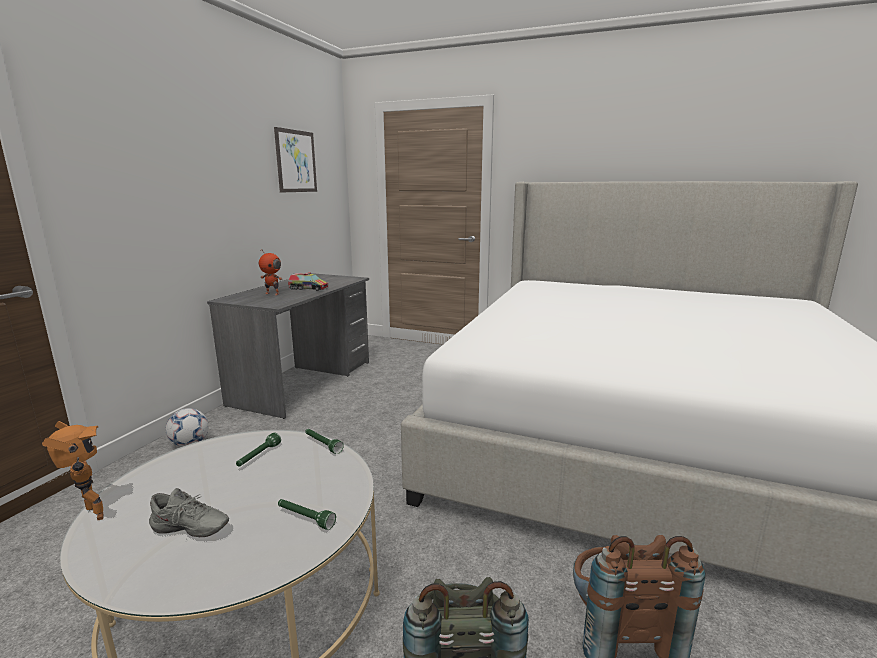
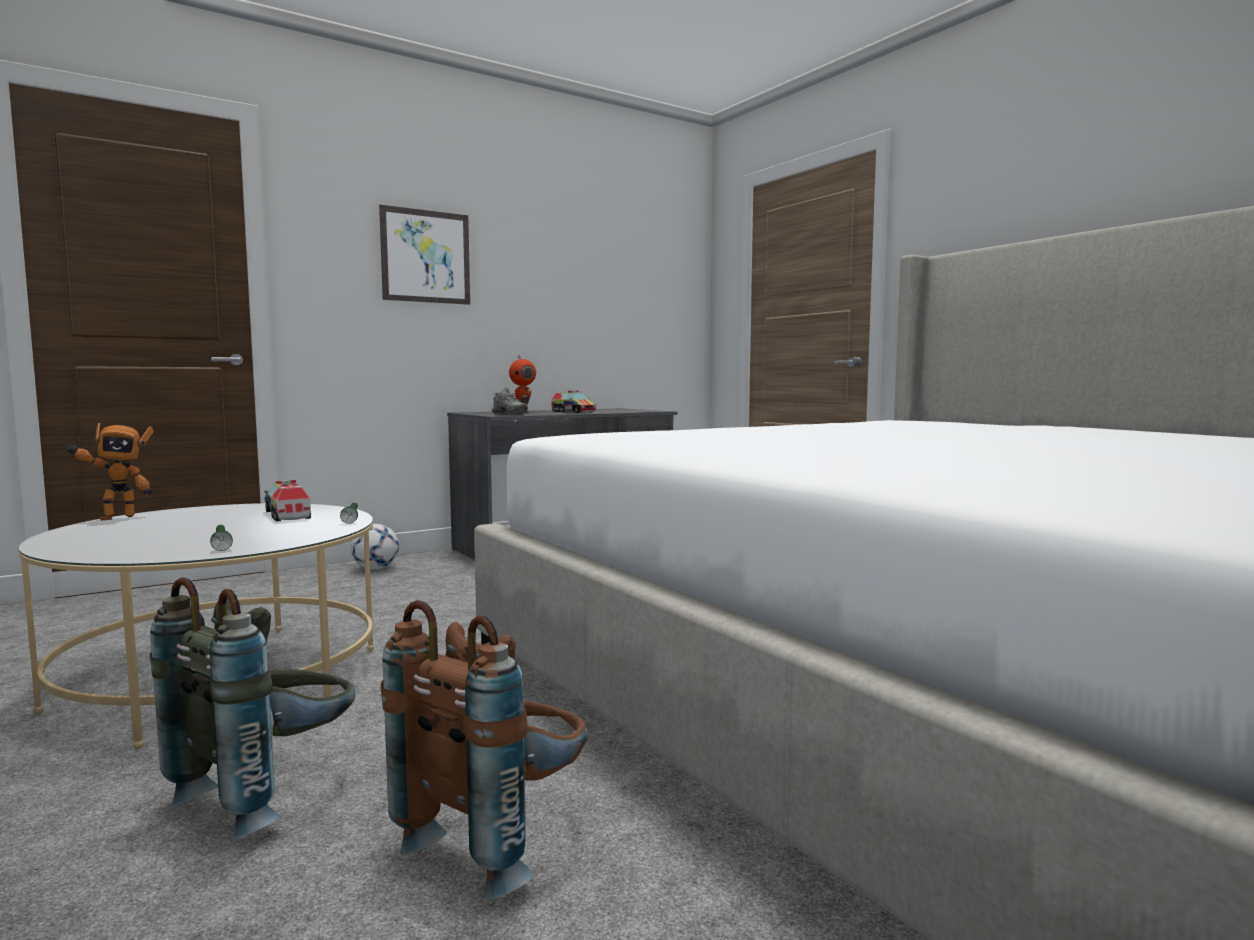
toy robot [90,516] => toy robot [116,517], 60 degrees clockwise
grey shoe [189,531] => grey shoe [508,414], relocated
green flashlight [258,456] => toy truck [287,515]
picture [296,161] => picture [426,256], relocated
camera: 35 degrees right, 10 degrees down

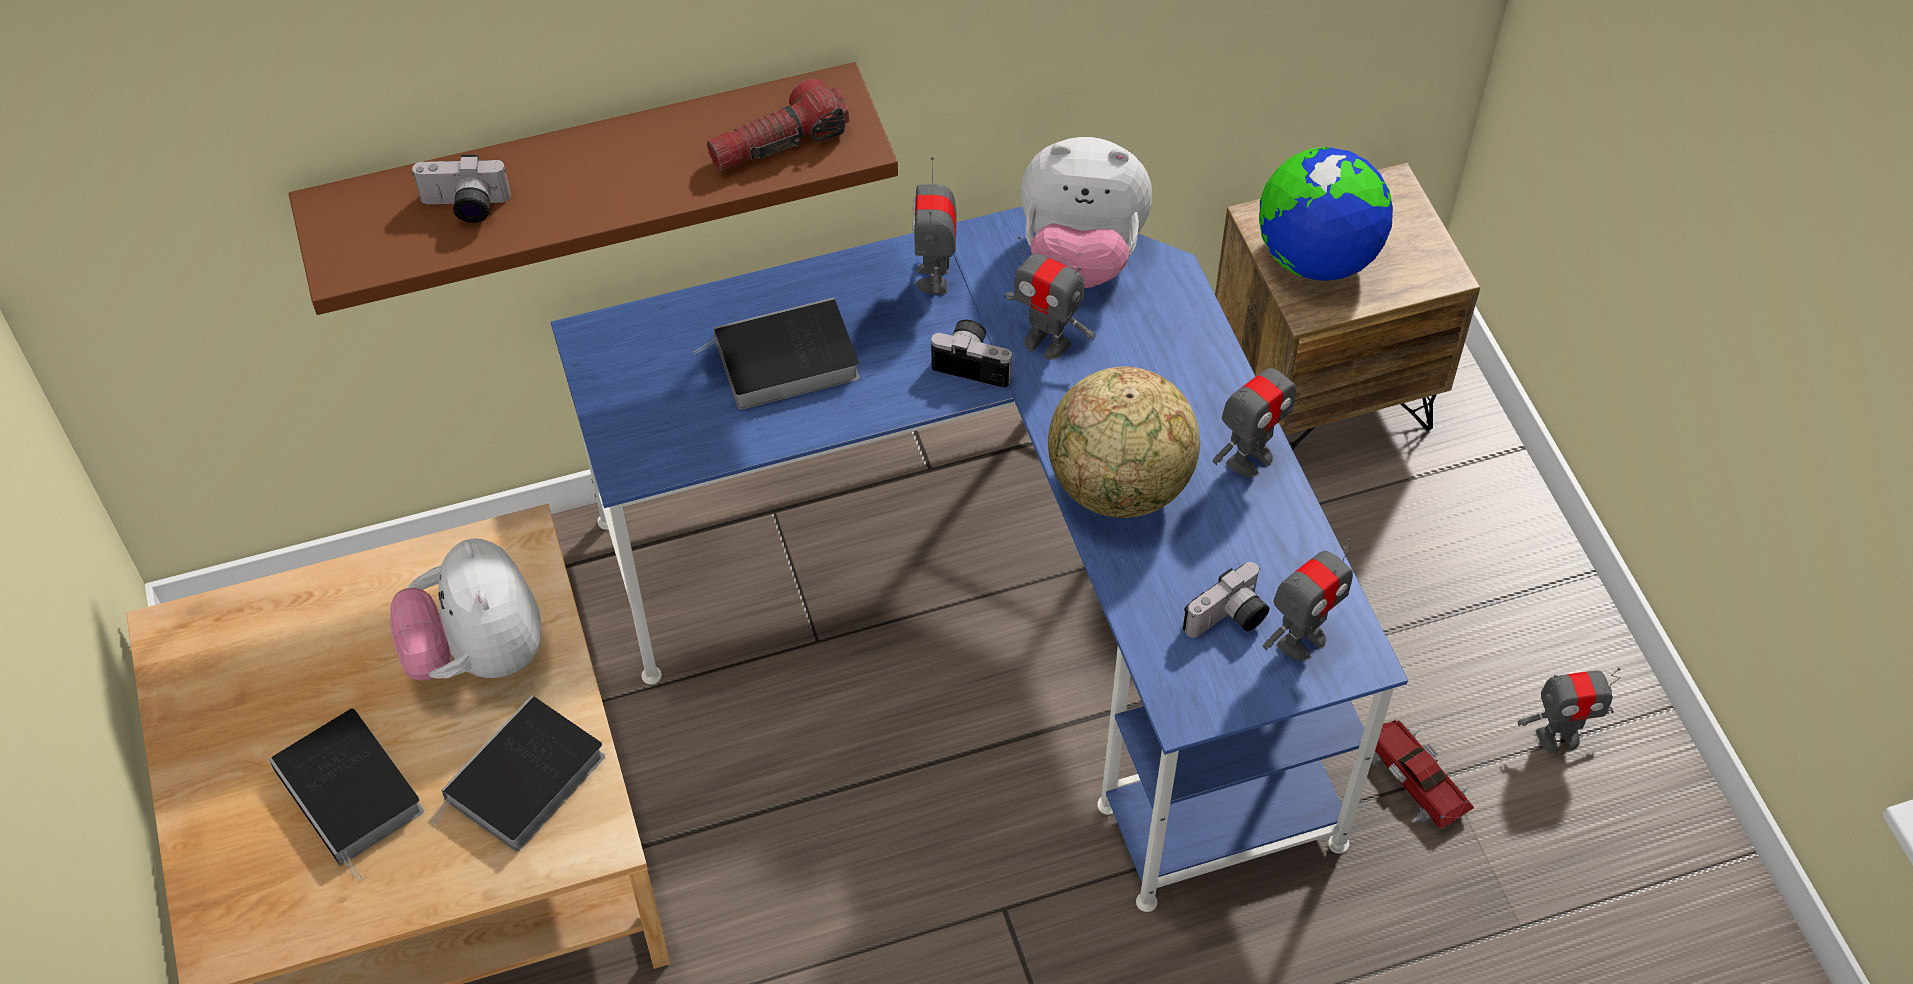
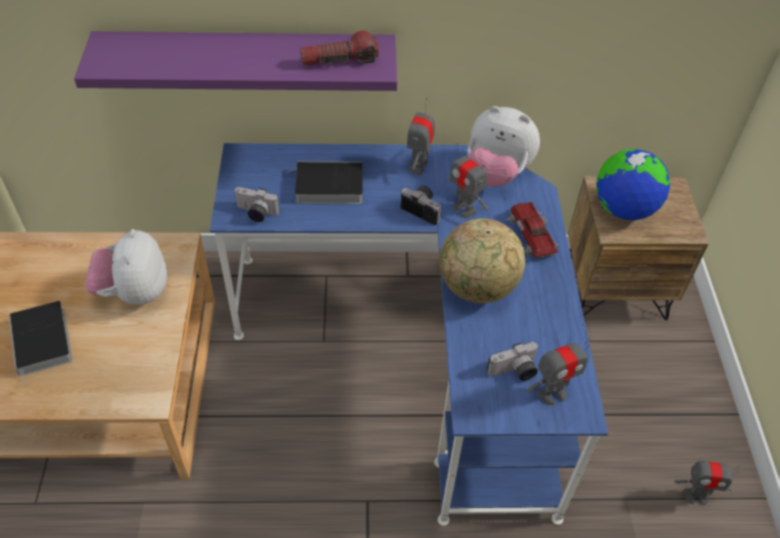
brown shelf [586,166] => purple shelf [247,59]
photo camera [464,207] => photo camera [255,213], relocated
book [523,782] => nothing
toy robot [1249,458] => nothing
toy car [1413,779] => toy car [530,235], relocated
camera: 15 degrees right, 5 degrees down

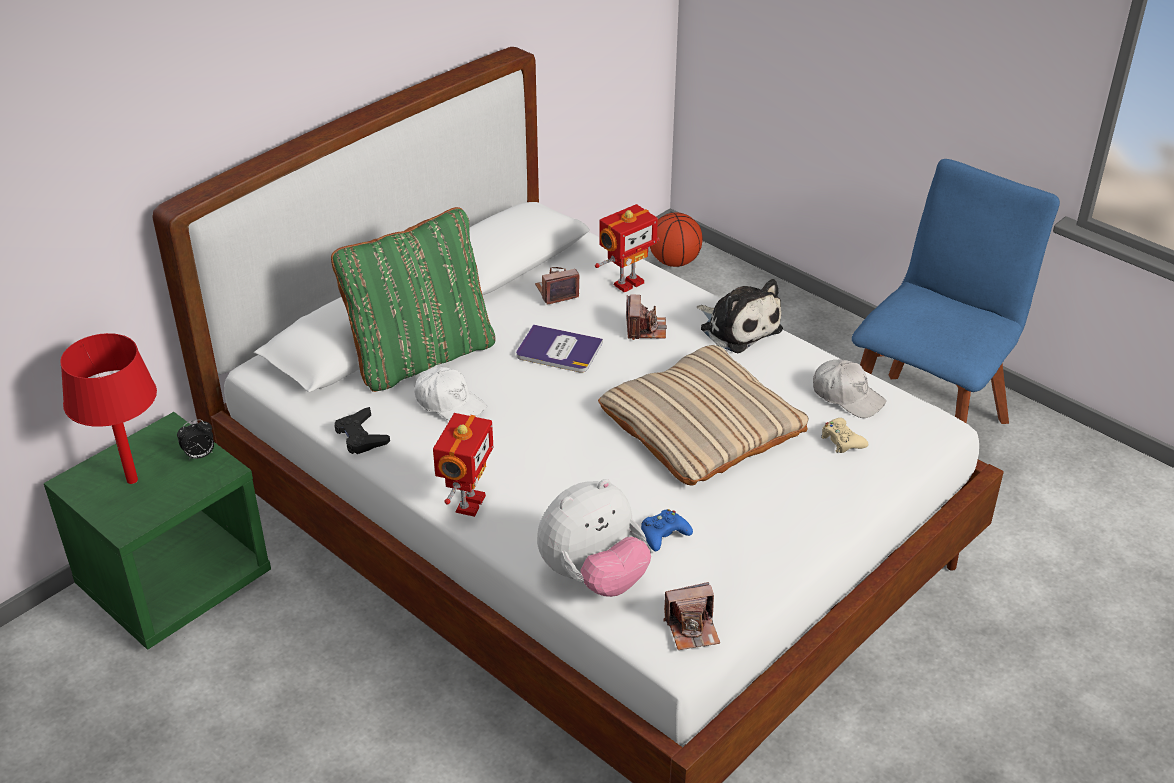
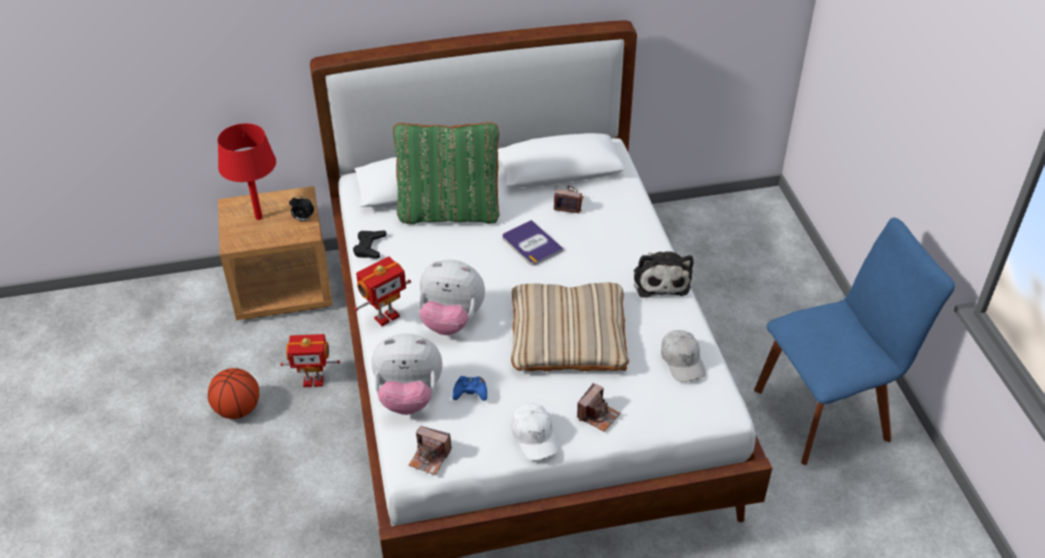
green nightstand [175,582] => brown nightstand [283,288]
white cap [450,404] => white cap [534,436], relocated
toy robot [627,283] => toy robot [313,381], relocated
photo camera [645,329] => photo camera [598,415], relocated
basketball [674,262] => basketball [238,410], relocated
beige game controller [842,441] => nothing
nothing => plush toy [451,321]
camera: 35 degrees right, 5 degrees up

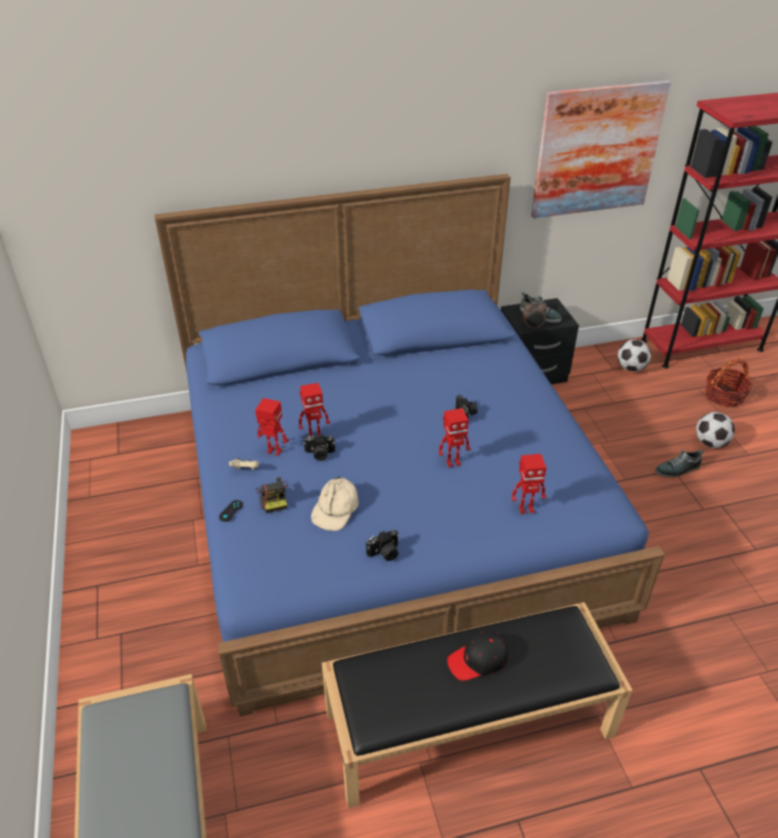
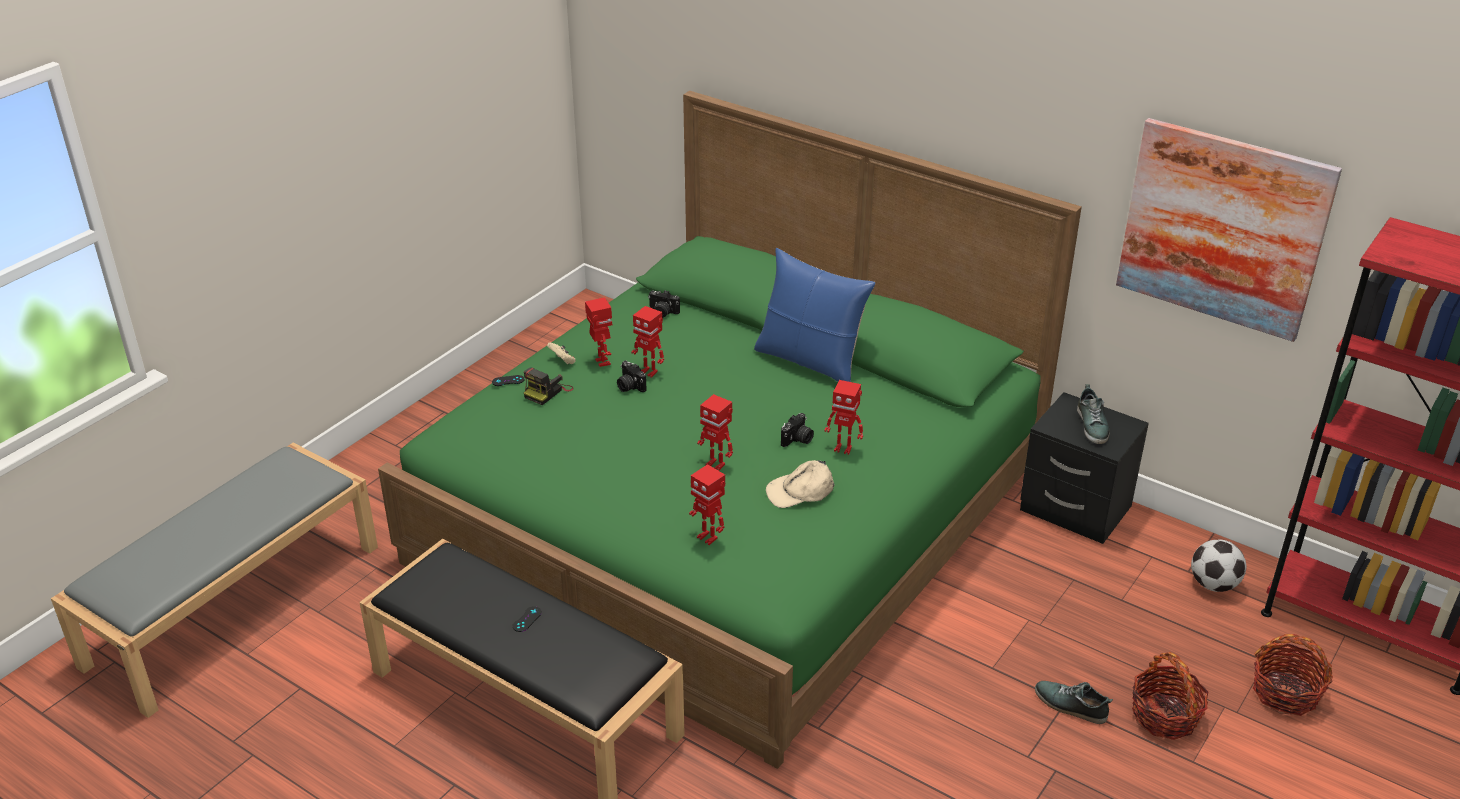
blue bed [388,502] => green bed [730,513]
beige cap [335,508] => beige cap [800,491], relocated
photo camera [384,553] => photo camera [662,312], relocated
black cap [478,660] => black game controller [527,619]
alarm clock [533,327] => nothing
football [710,443] => basket [1165,716]
nothing => blue pillow [810,361]
nothing => toy robot [843,448]
camera: 50 degrees right, 5 degrees down

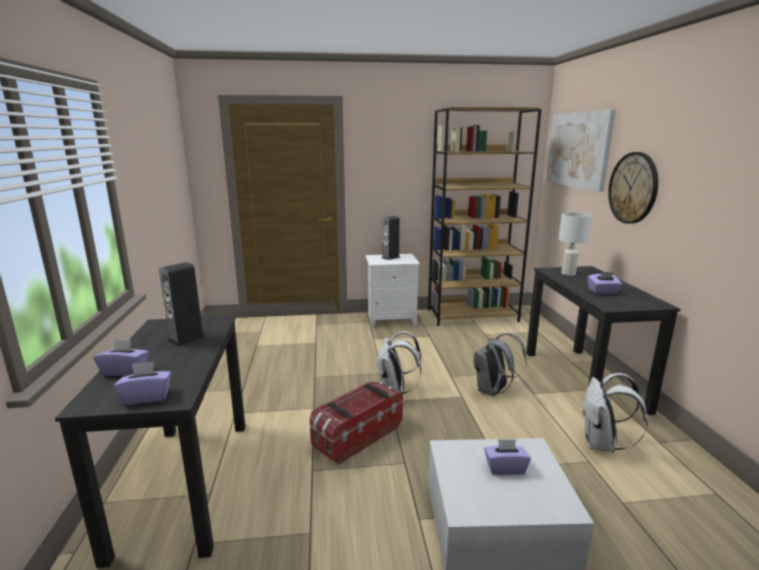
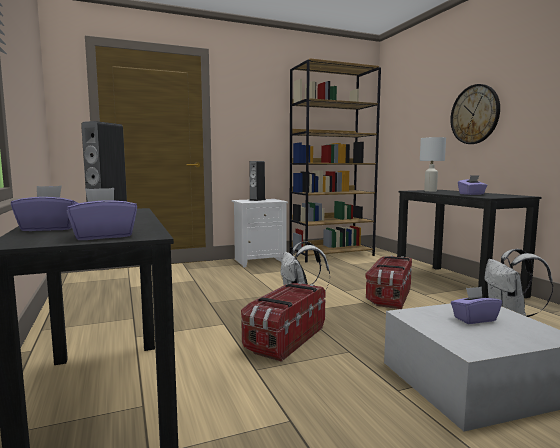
grey backpack [493,391] => storage box [389,296]
picture [578,149] => nothing
camera: 15 degrees left, 10 degrees down

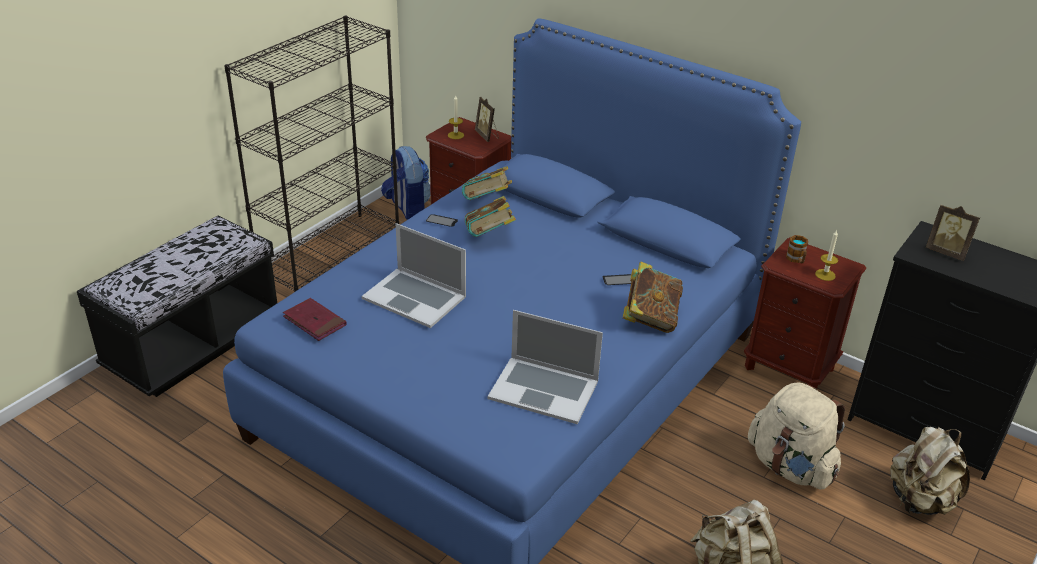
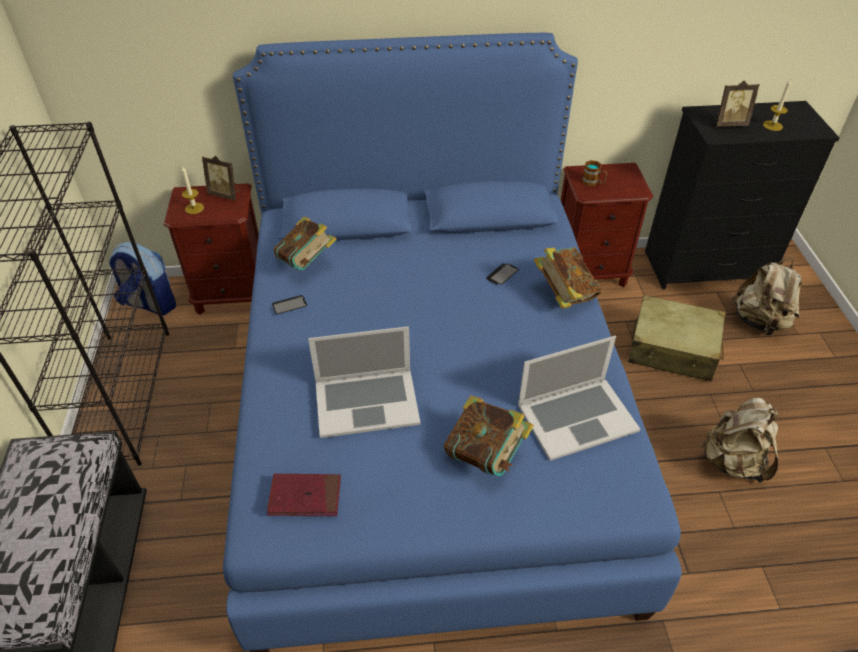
book [489,237] => book [486,454], relocated
beige backpack [790,466] => beige suitcase [673,349]
candle [825,275] => candle [772,125], relocated
camera: 40 degrees left, 10 degrees up

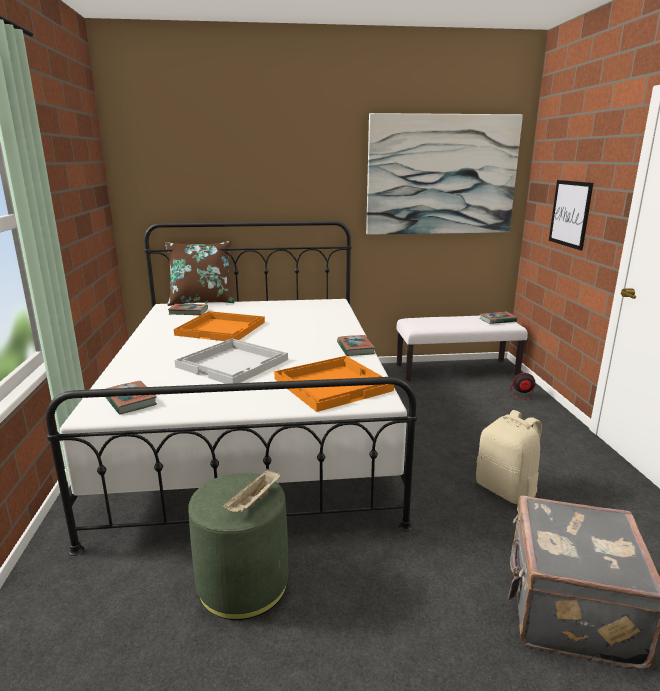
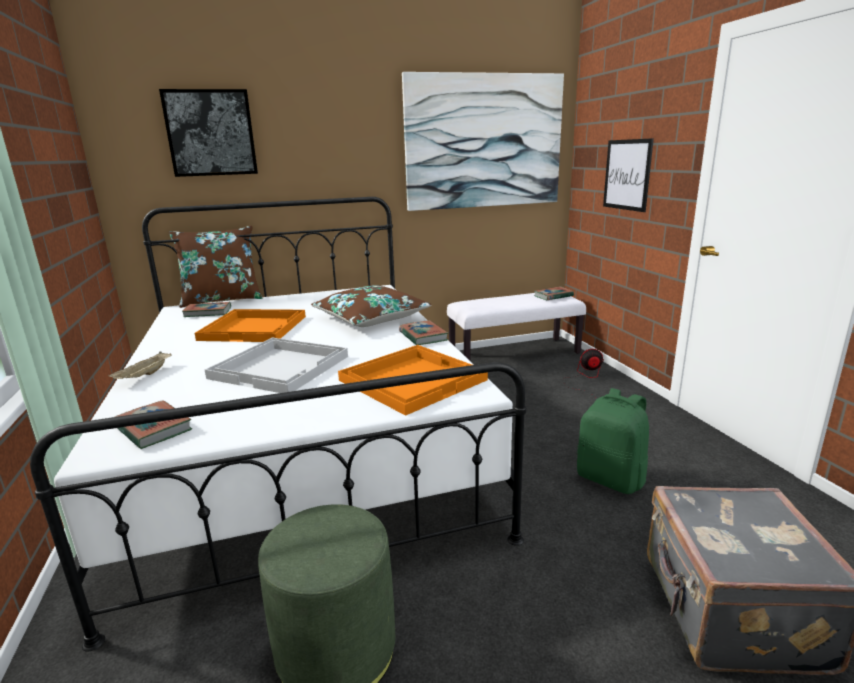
beige tray [254,501] => beige tray [144,376], relocated
beige backpack [506,490] => green backpack [611,479]
nothing => picture [211,133]
nothing => brown pillow [371,318]
camera: 10 degrees left, 0 degrees up

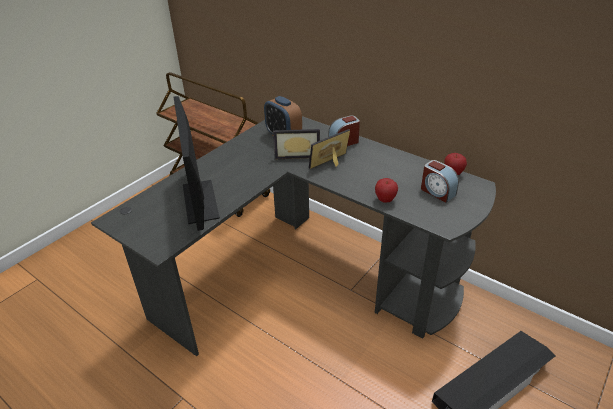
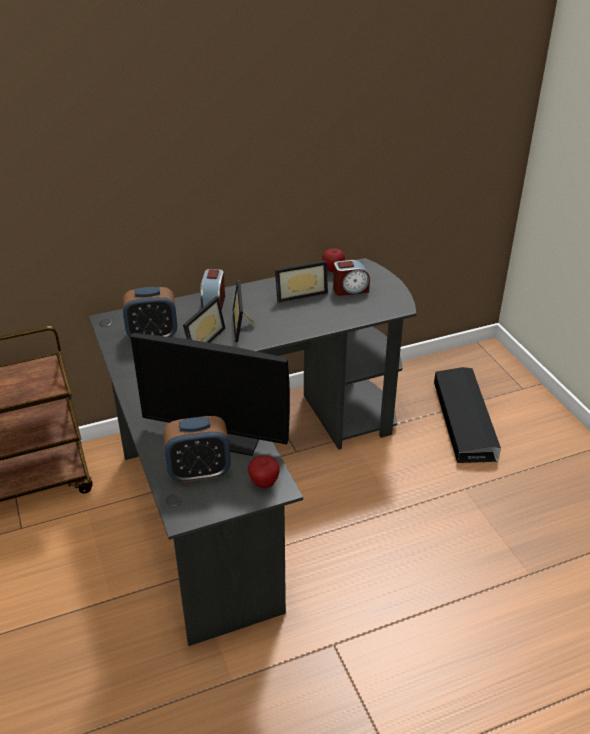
apple [385,200] => apple [264,483], relocated
nothing => alarm clock [199,472]
nothing => picture frame [300,293]
camera: 60 degrees left, 0 degrees up

